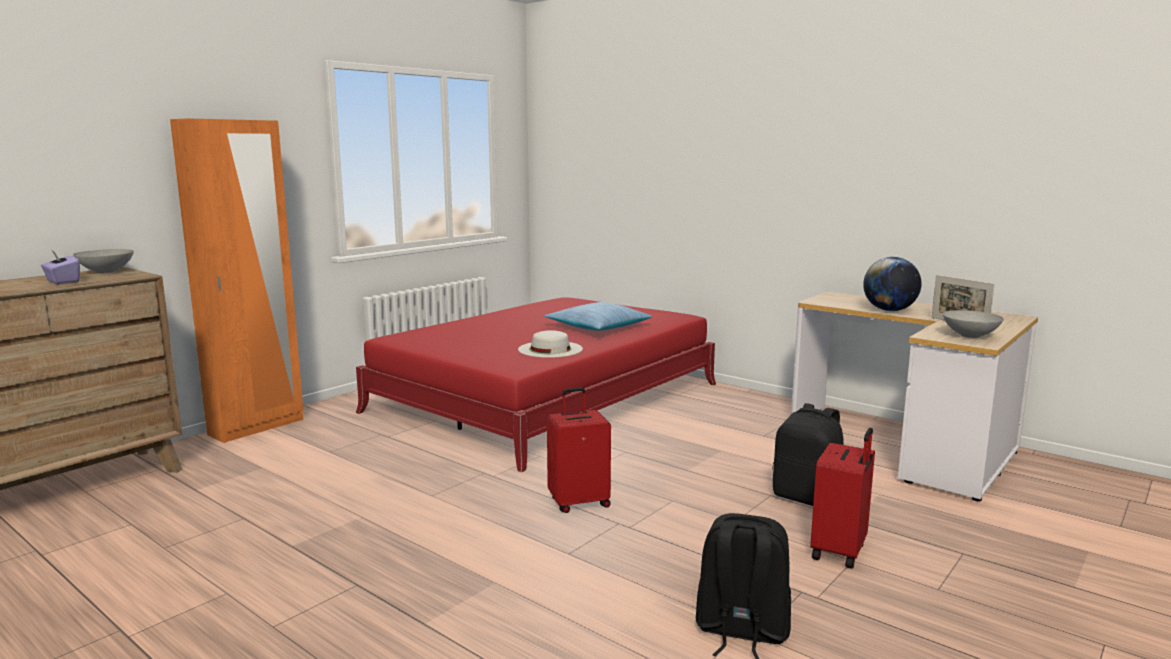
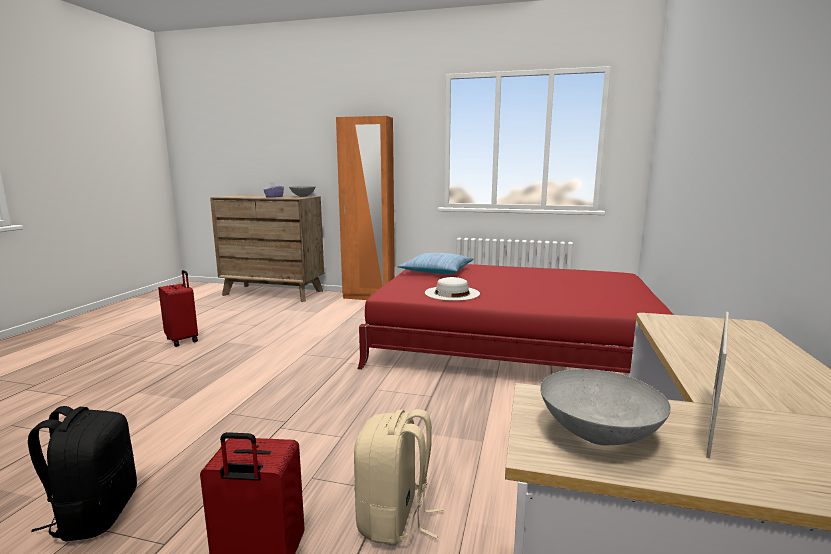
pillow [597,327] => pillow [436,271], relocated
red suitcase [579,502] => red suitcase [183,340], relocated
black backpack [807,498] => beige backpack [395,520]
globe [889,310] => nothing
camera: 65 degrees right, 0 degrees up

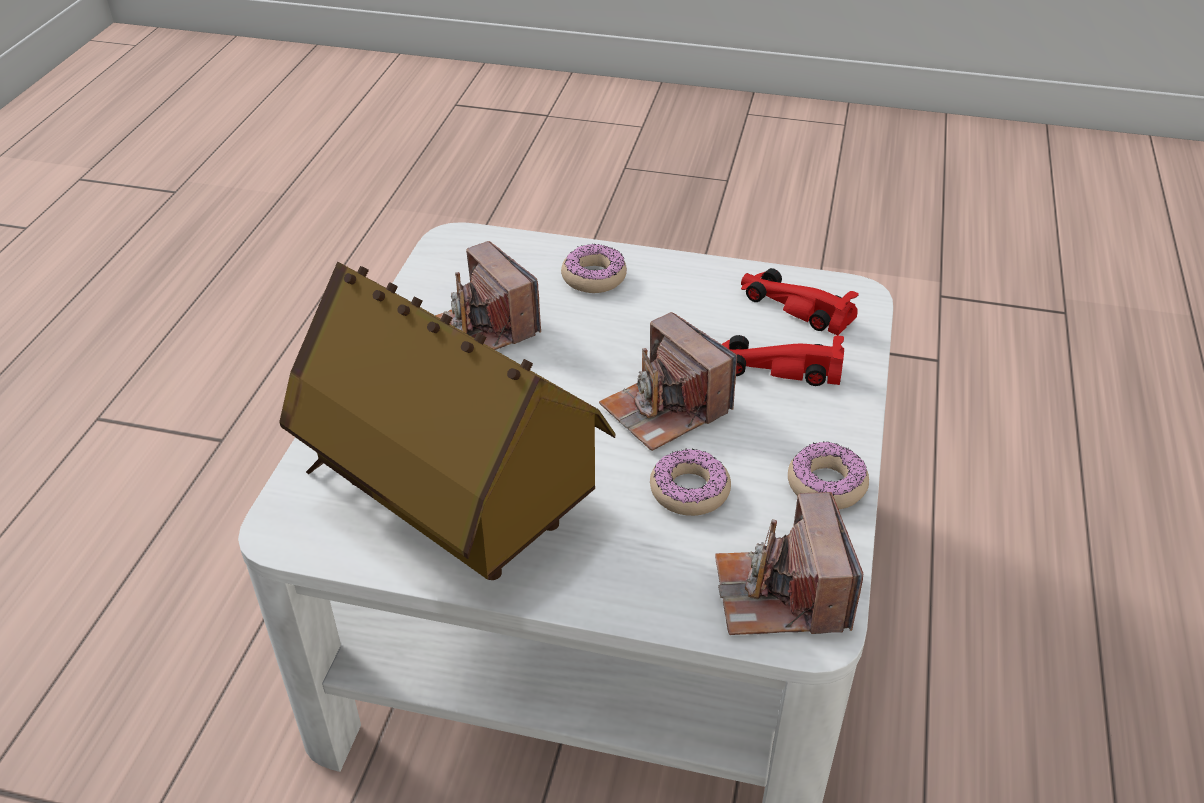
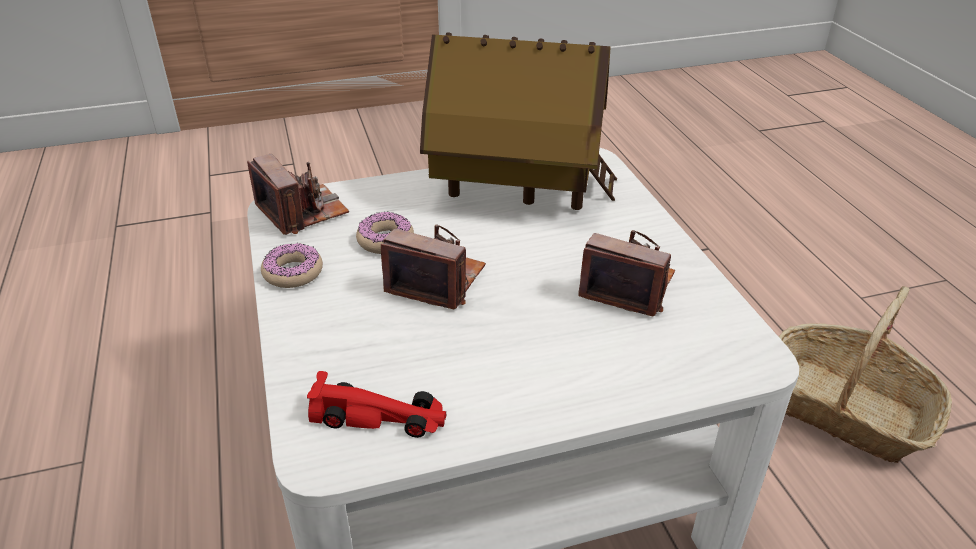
donut [594,277] => nothing
red toy car [775,367] => nothing
nothing => basket [845,408]
camera: 150 degrees right, 5 degrees down

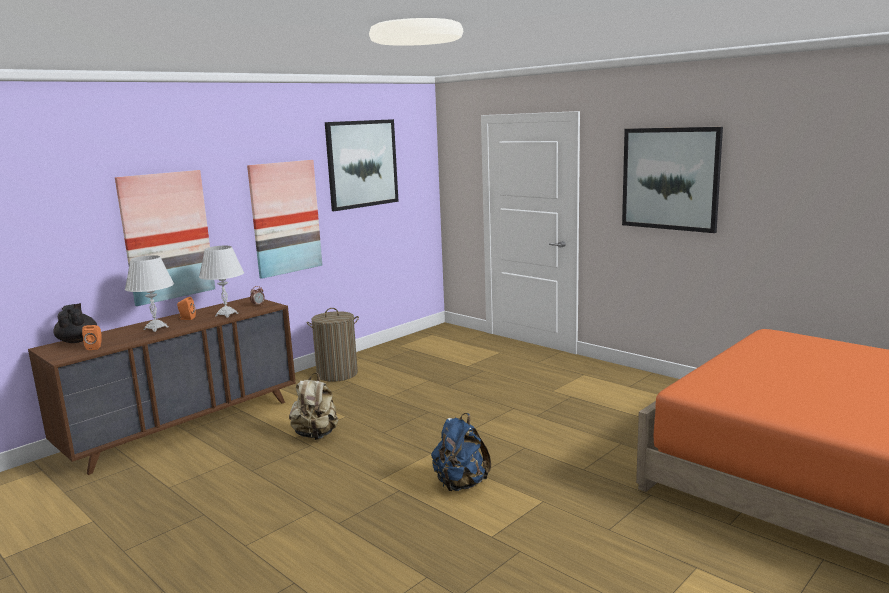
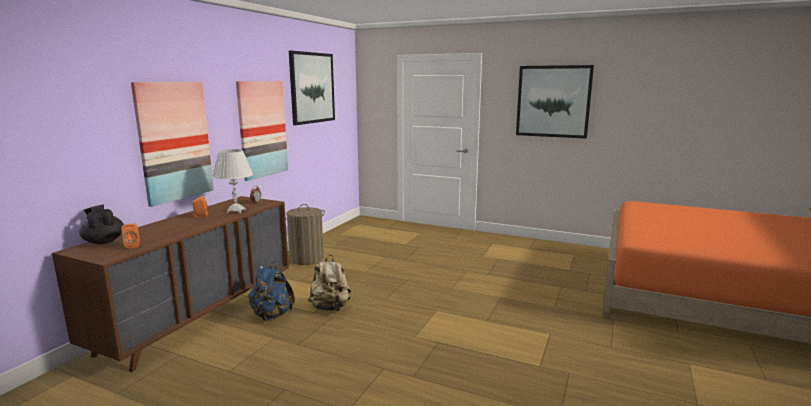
white table lamp [156,328] => nothing
blue backpack [460,484] => blue backpack [272,315], relocated
camera: 20 degrees left, 0 degrees up

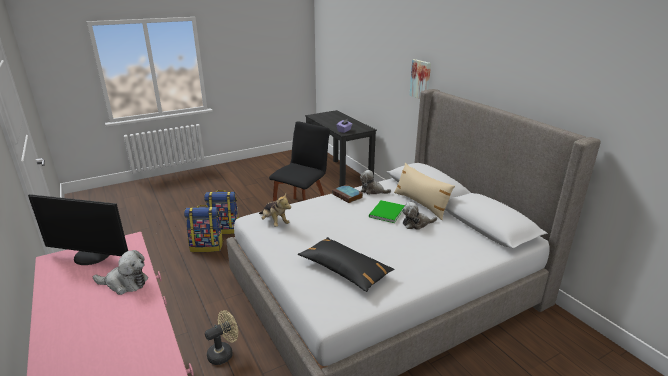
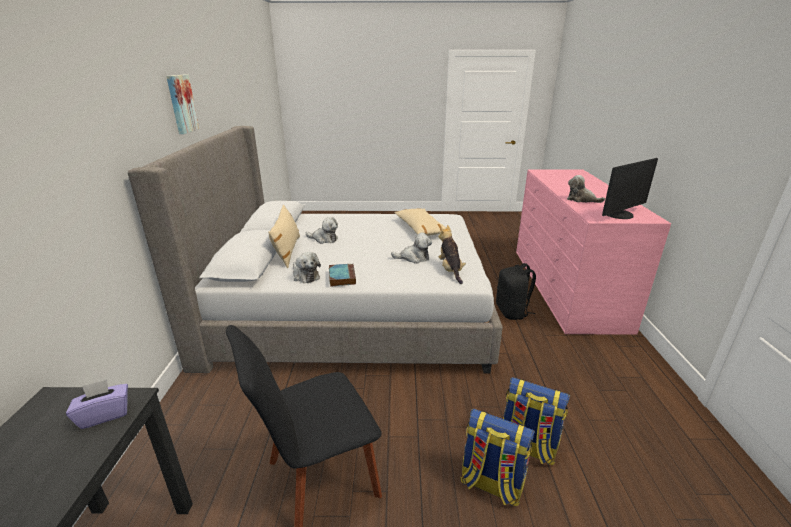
monitor [91,256] => monitor [620,215], 105 degrees clockwise
beige fan [224,353] => black backpack [512,312]
black pillow [345,270] => beige pillow [420,228]
green book [385,213] => nothing
picture [421,79] => picture [181,104], relocated
nothing => plush toy [414,258]
camera: 150 degrees left, 0 degrees up

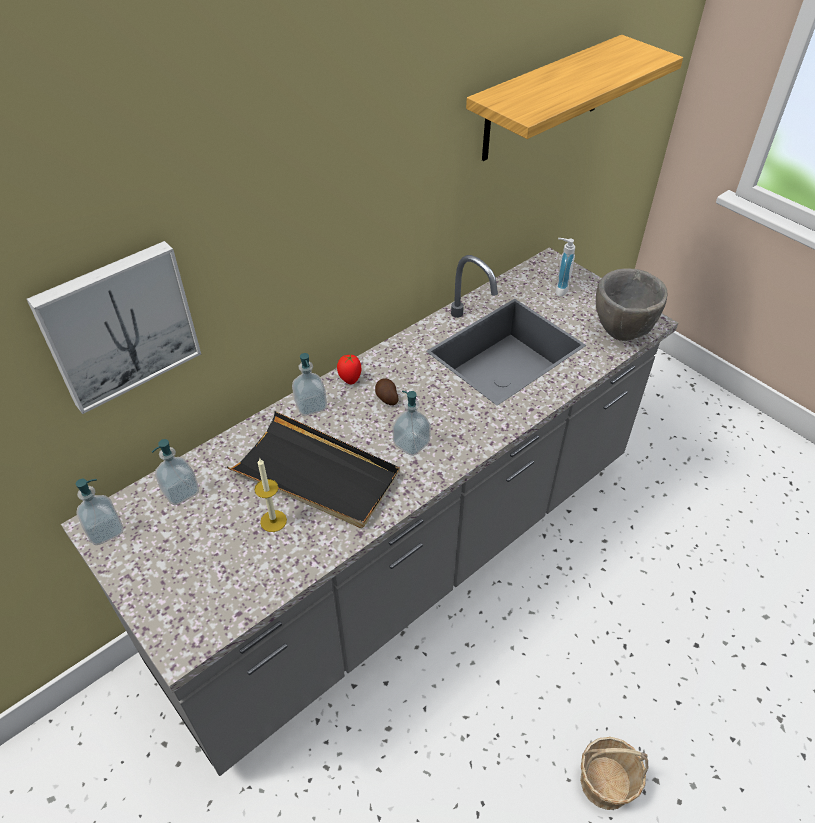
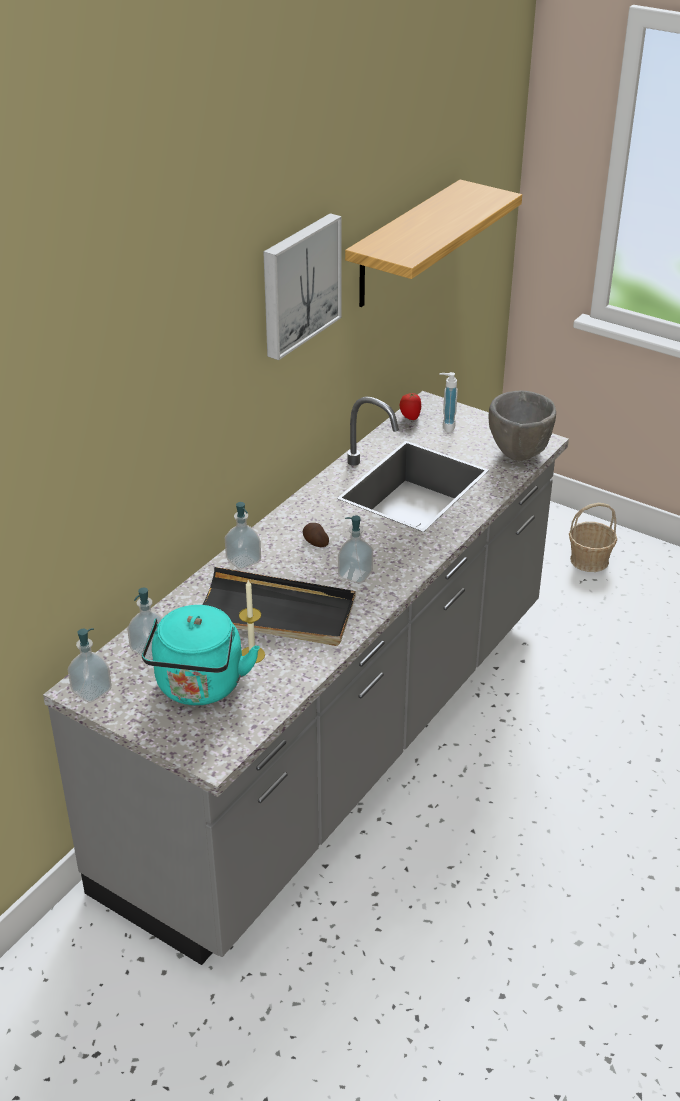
picture [118,325] => picture [298,284], relocated
tomato [350,379] => tomato [410,417], relocated
basket [606,783] => basket [589,560], relocated
nothing => turquoise kettle [199,688]
camera: 15 degrees left, 10 degrees down

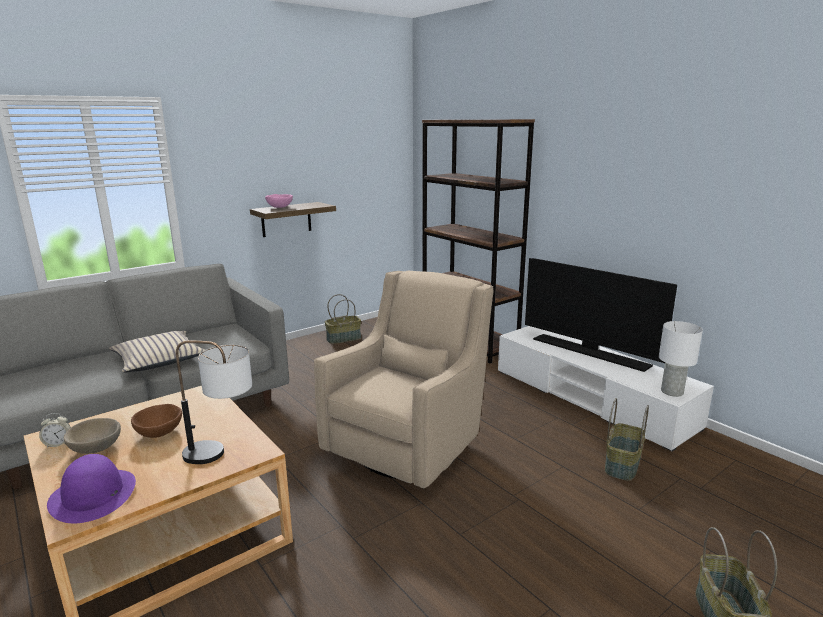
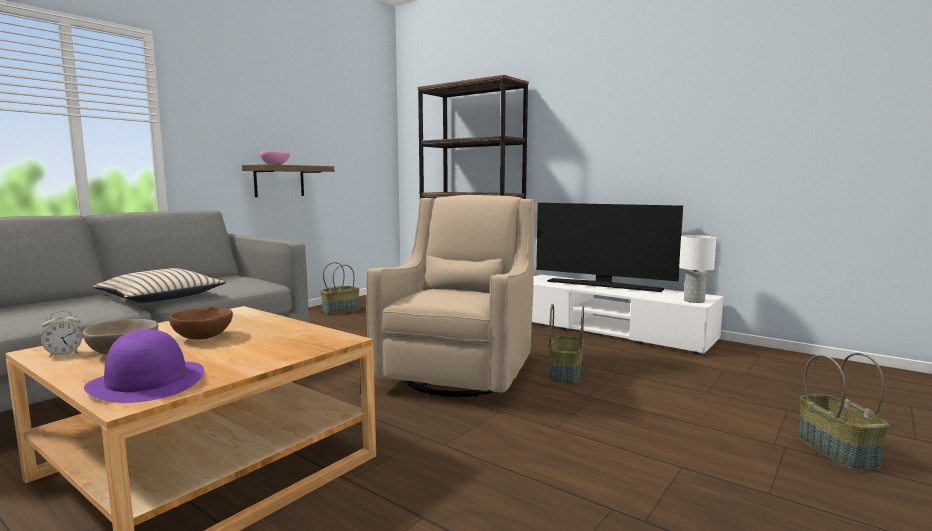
table lamp [222,455] => nothing
basket [621,464] => basket [564,374], relocated
camera: 15 degrees left, 10 degrees down

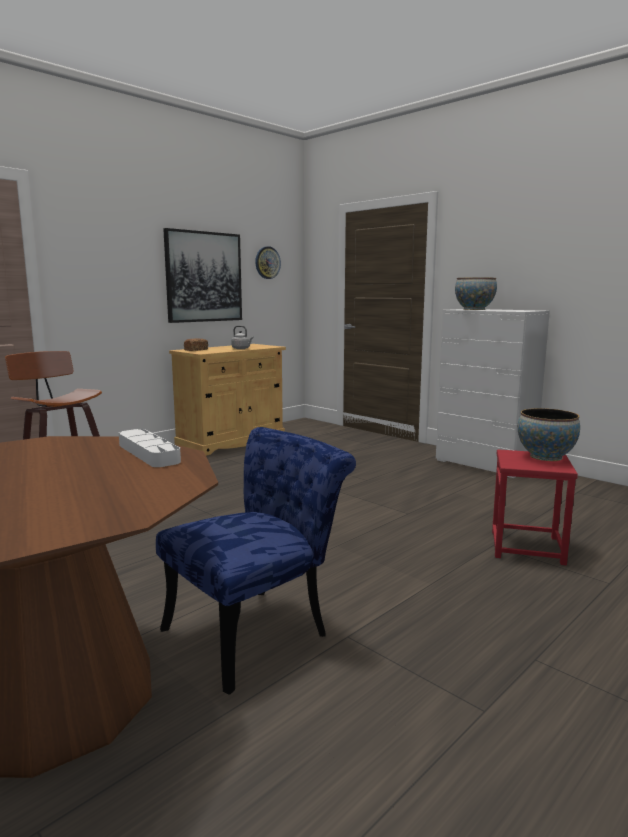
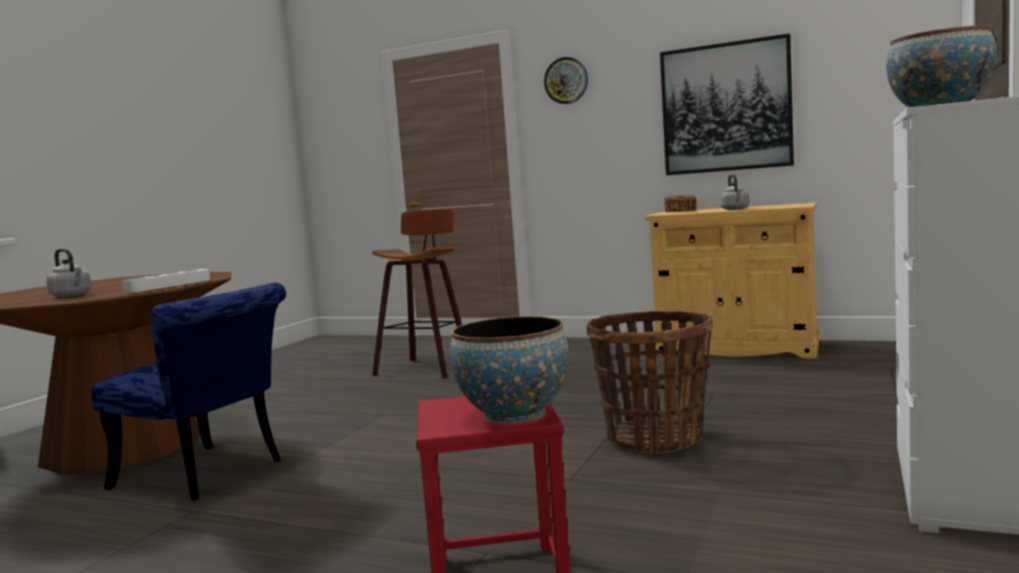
wall clock [267,262] => wall clock [566,80], relocated
nothing => grey kettle [72,295]
nothing => basket [654,439]
camera: 70 degrees right, 5 degrees down

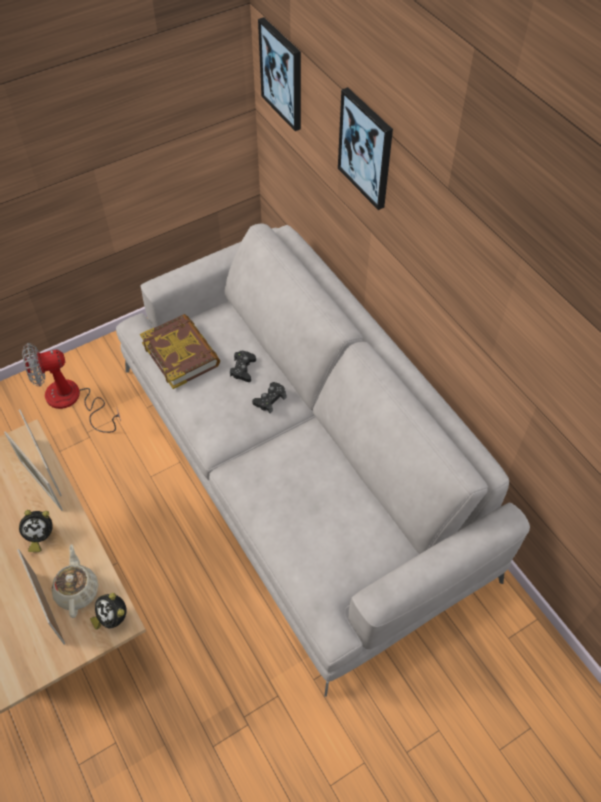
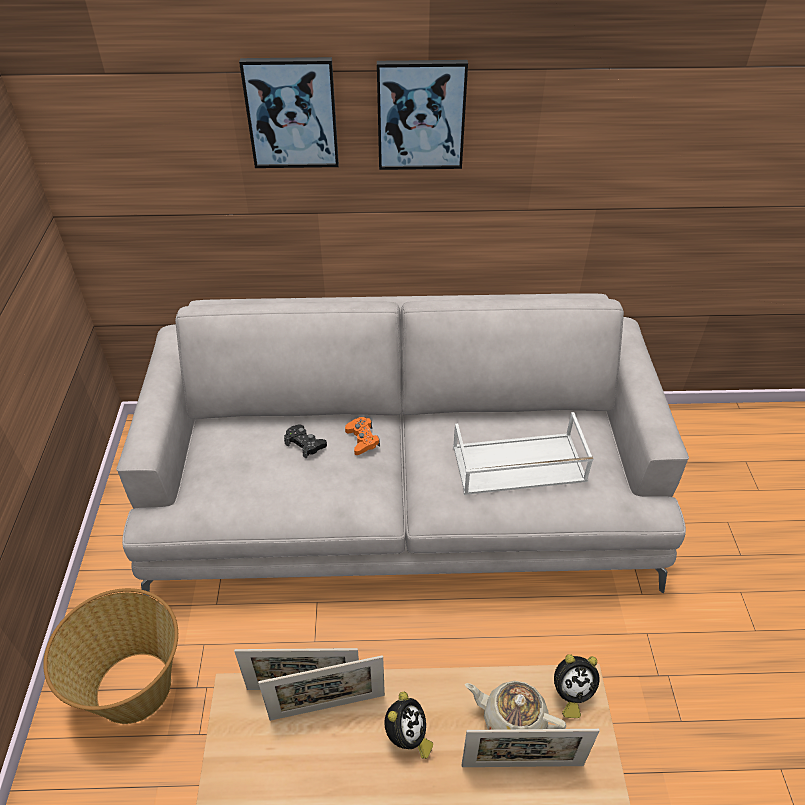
fan [72,401] => basket [134,686]
book [181,354] => nothing
black game controller [270,399] => orange game controller [362,439]
picture [282,74] => picture [421,115], relocated
nothing => white tray [517,465]
camera: 60 degrees left, 10 degrees down

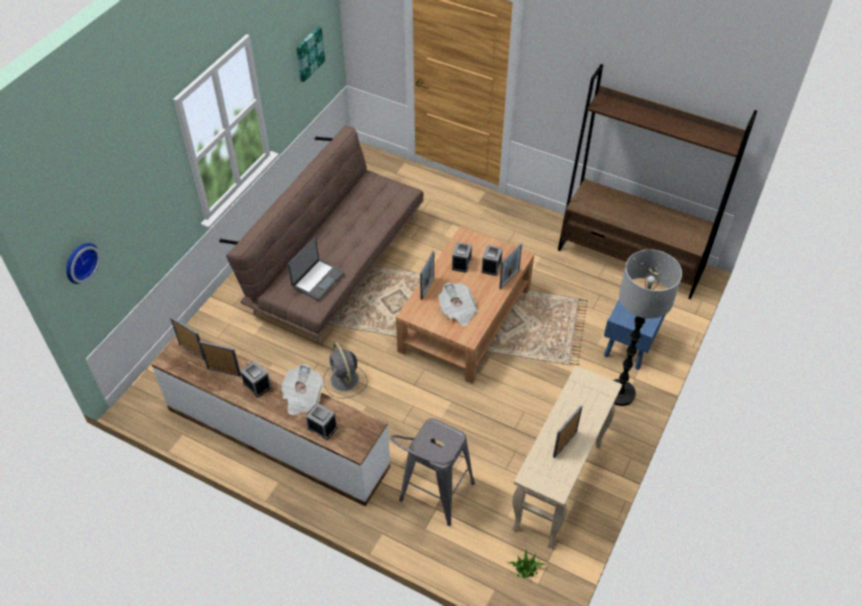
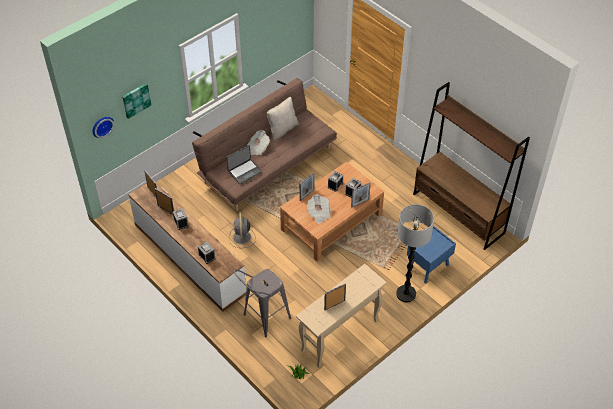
newspaper [302,397] => newspaper [257,147], relocated
picture [309,53] => picture [136,100], relocated
nothing => beige pillow [282,129]
camera: 20 degrees right, 0 degrees up

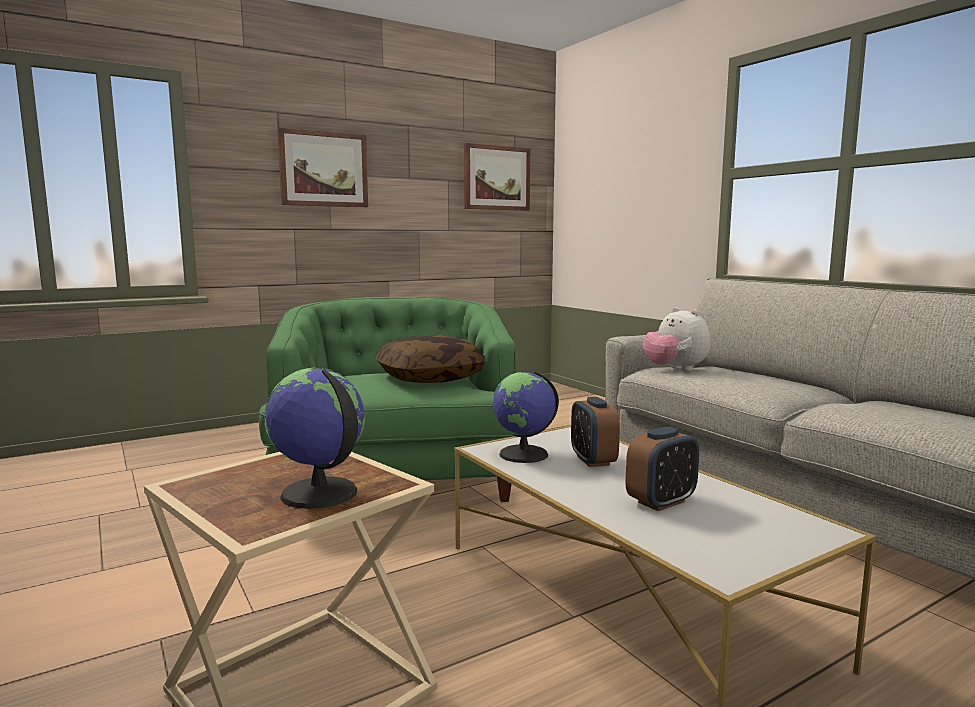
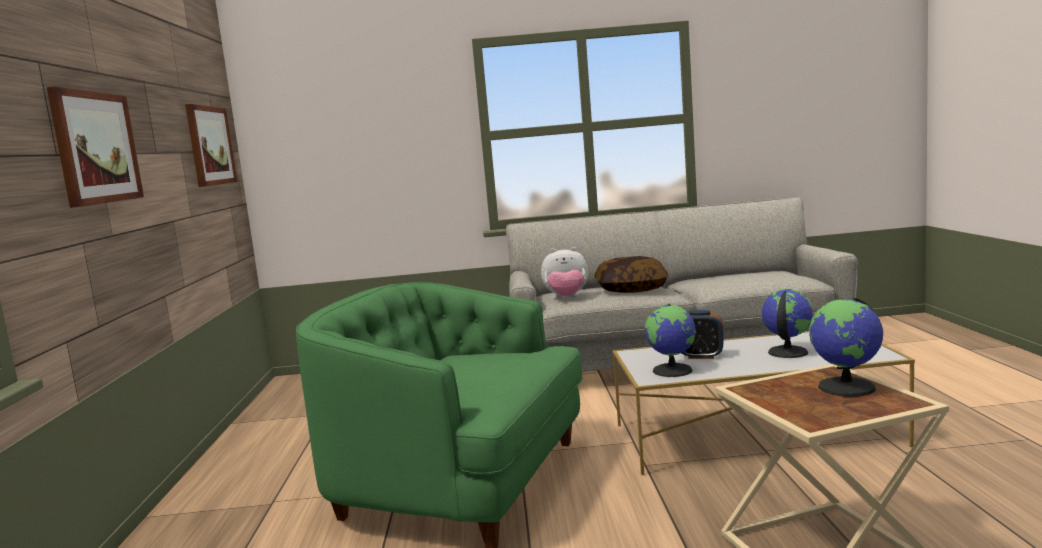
pillow [430,378] => pillow [631,289], relocated
alarm clock [661,502] => globe [787,352]
camera: 60 degrees left, 0 degrees up

